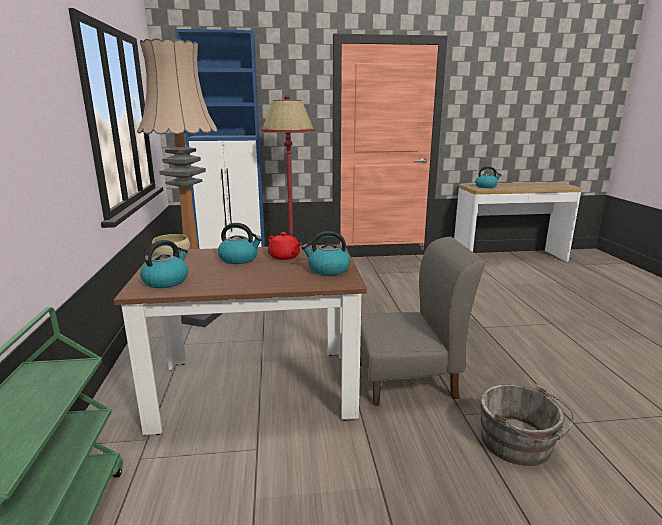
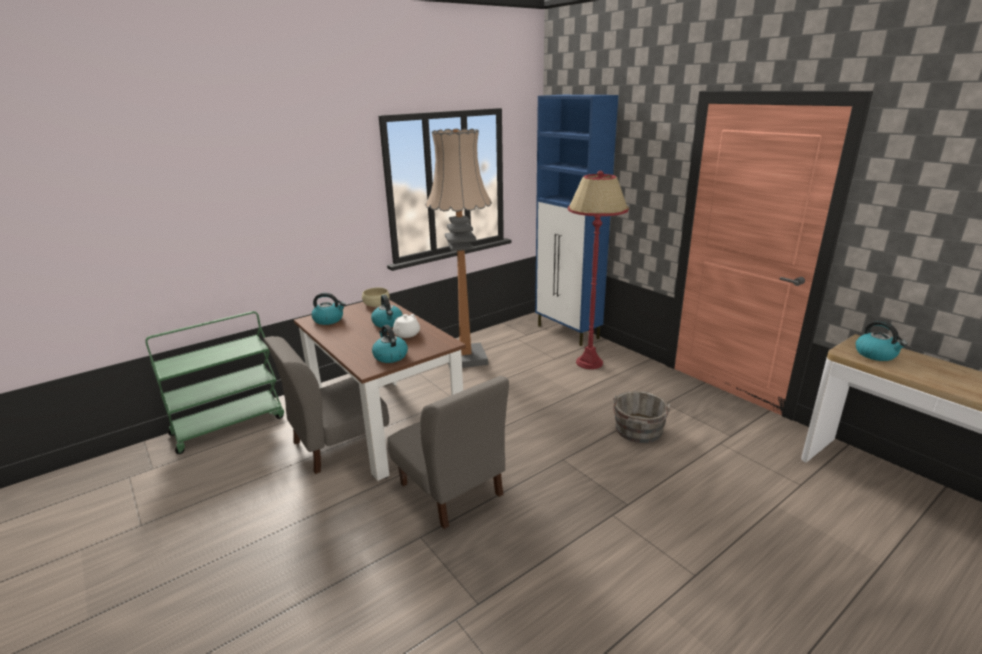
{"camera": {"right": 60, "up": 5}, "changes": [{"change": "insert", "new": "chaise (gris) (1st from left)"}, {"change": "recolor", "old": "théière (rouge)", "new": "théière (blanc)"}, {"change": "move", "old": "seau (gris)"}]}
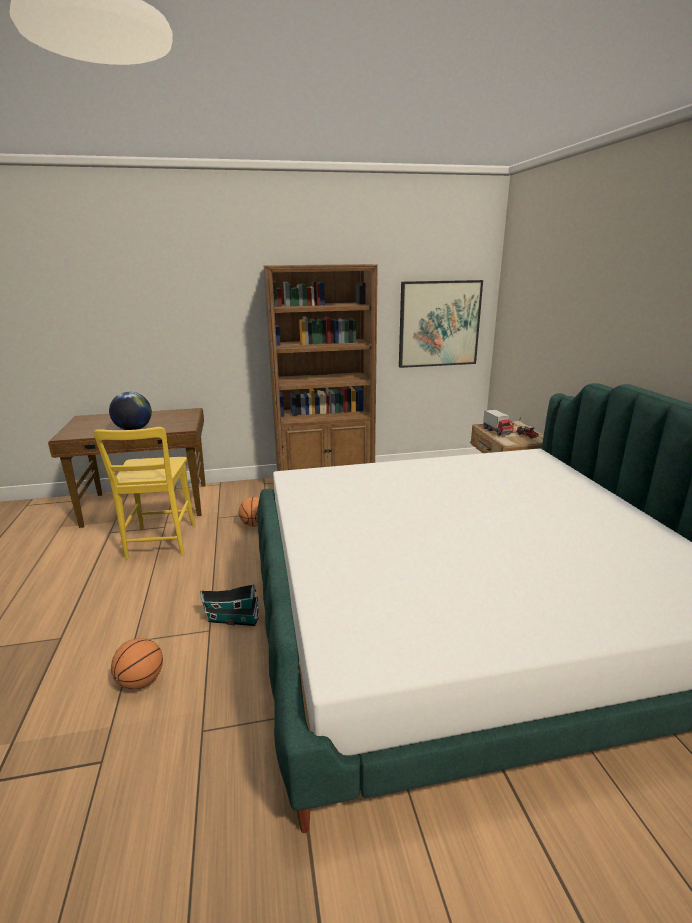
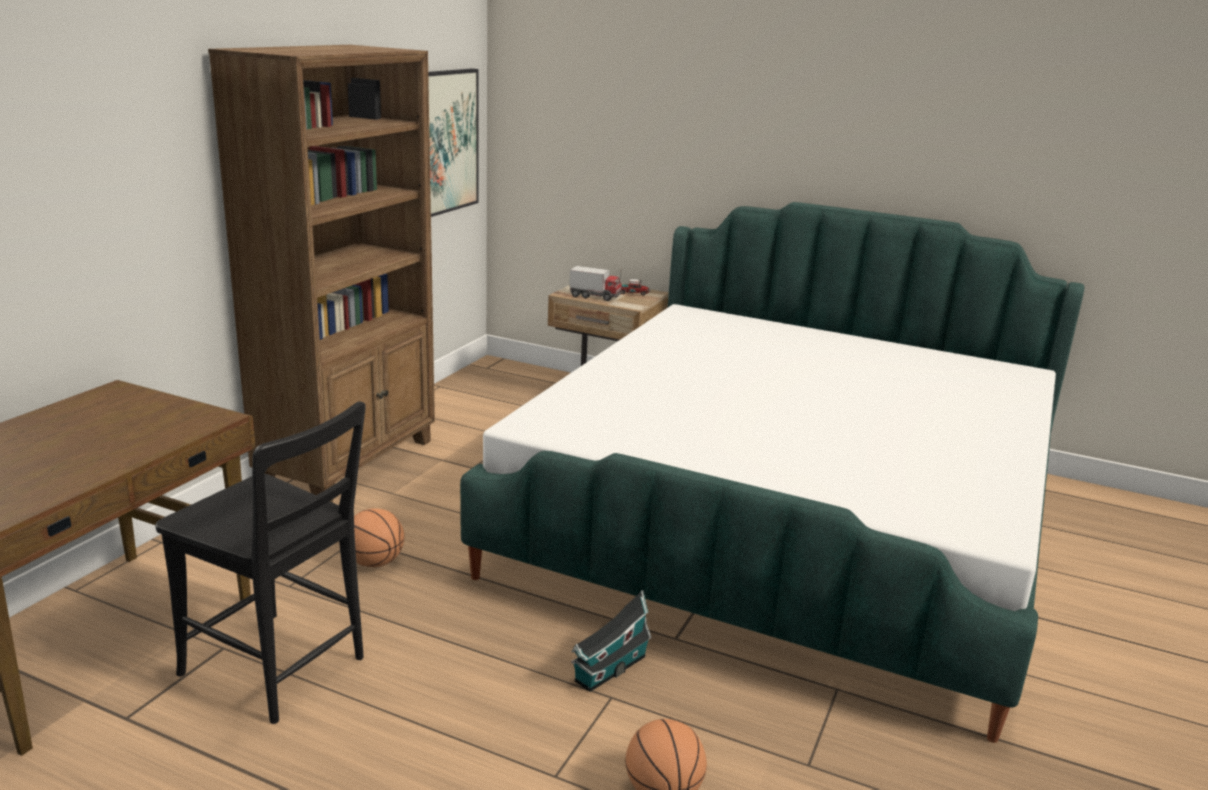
{"camera": {"right": -55, "up": 0}, "changes": [{"change": "recolor", "old": "chaise (jaune)", "new": "chaise (noir)"}, {"change": "delete", "old": "globe"}]}
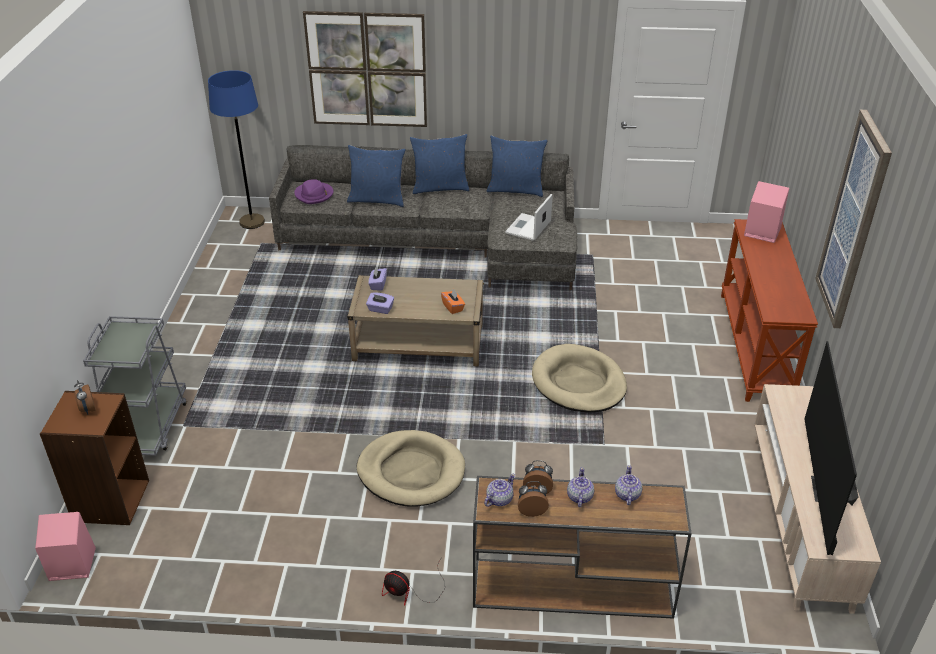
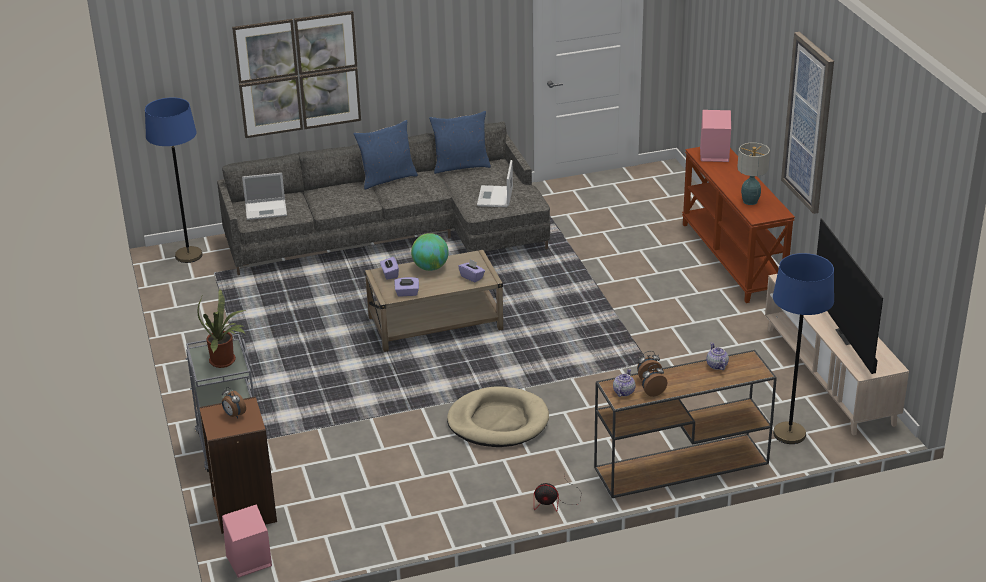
{"camera": {"right": -20, "up": -5}, "changes": [{"change": "insert", "new": "plante en pot"}, {"change": "replace", "old": "chapeau (violet)", "new": "ordinateur portable (1st from left)"}, {"change": "insert", "new": "globe"}, {"change": "recolor", "old": "boîte à mouchoirs (orange)", "new": "boîte à mouchoirs (violet) (3rd from left)"}, {"change": "insert", "new": "lampe de table"}, {"change": "insert", "new": "lampadaire (bleu) (2nd from left)"}, {"change": "delete", "old": "coussin (bleu) (1st from left)"}, {"change": "delete", "old": "panier pour chien (beige) (2nd from left)"}, {"change": "delete", "old": "théière (2nd from left)"}]}
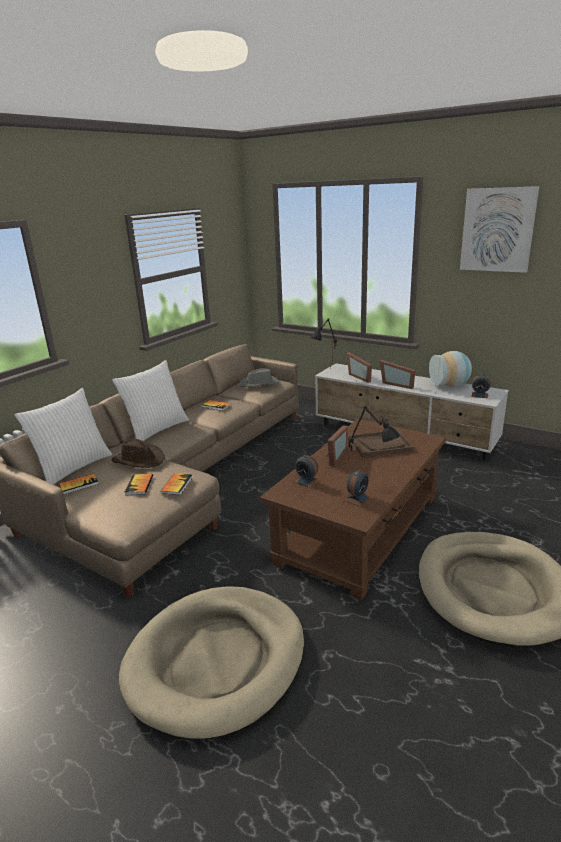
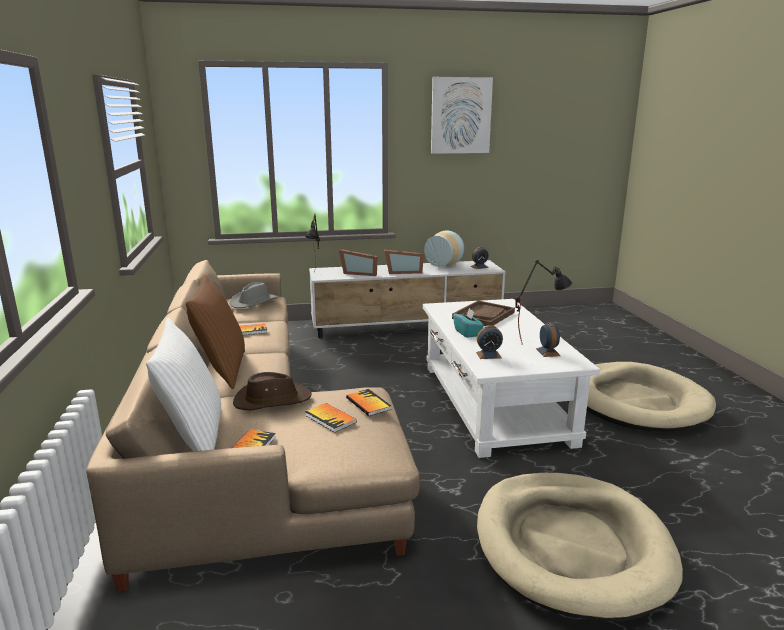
{"camera": {"right": -45, "up": -5}, "changes": [{"change": "recolor", "old": "coussin (blanc) (2nd from left)", "new": "coussin (marron)"}, {"change": "recolor", "old": "table basse (marron)", "new": "table basse (blanc)"}, {"change": "replace", "old": "cadre photo (1st from left)", "new": "boîte à mouchoirs (turquoise)"}]}
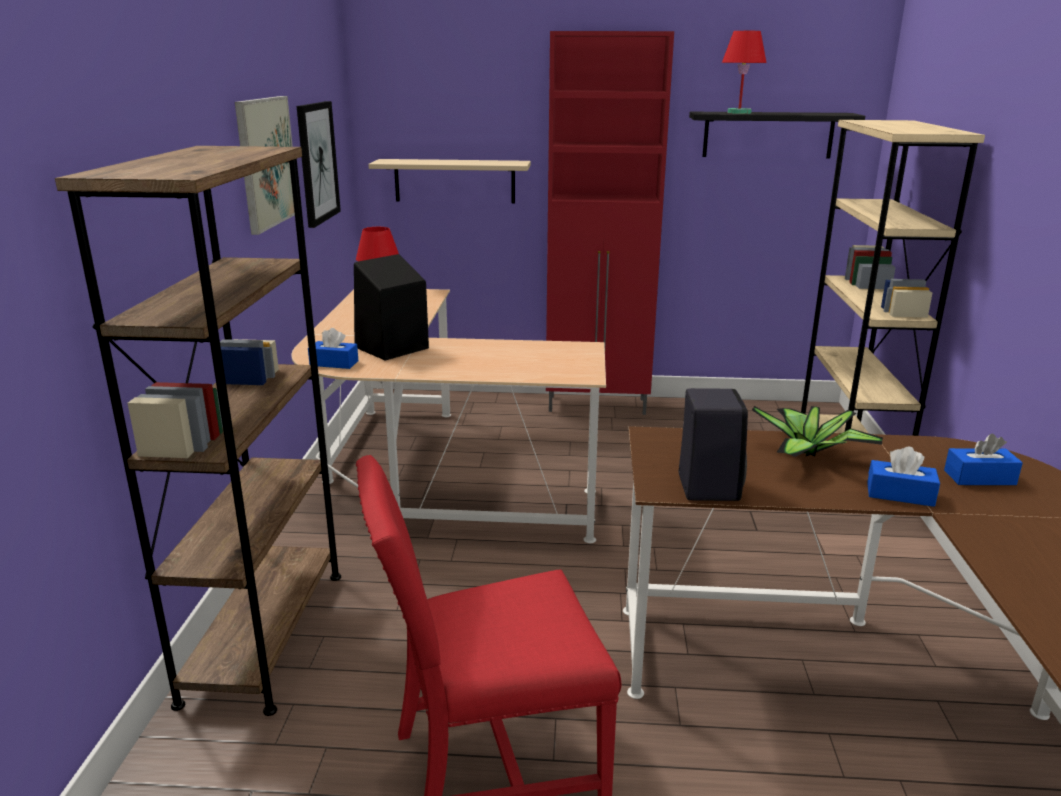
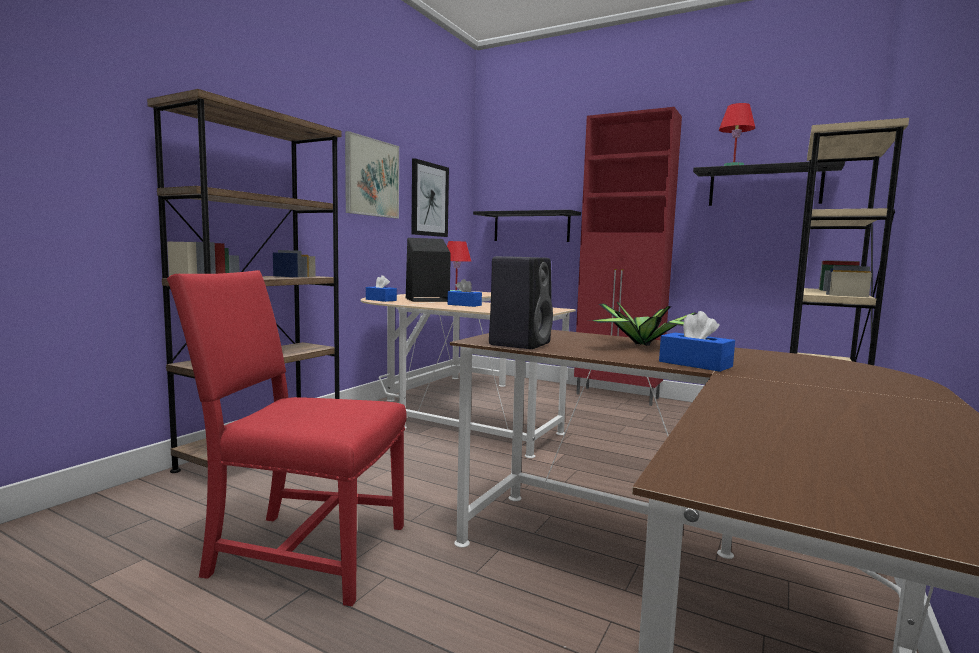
{"camera": {"right": 25, "up": -15}, "changes": [{"change": "move", "old": "boîte à mouchoirs (bleu) (3rd from left in the first image)", "new": "boîte à mouchoirs (bleu) (2nd from left)"}, {"change": "recolor", "old": "étagère (beige)", "new": "étagère (noir) (1st from left)"}]}
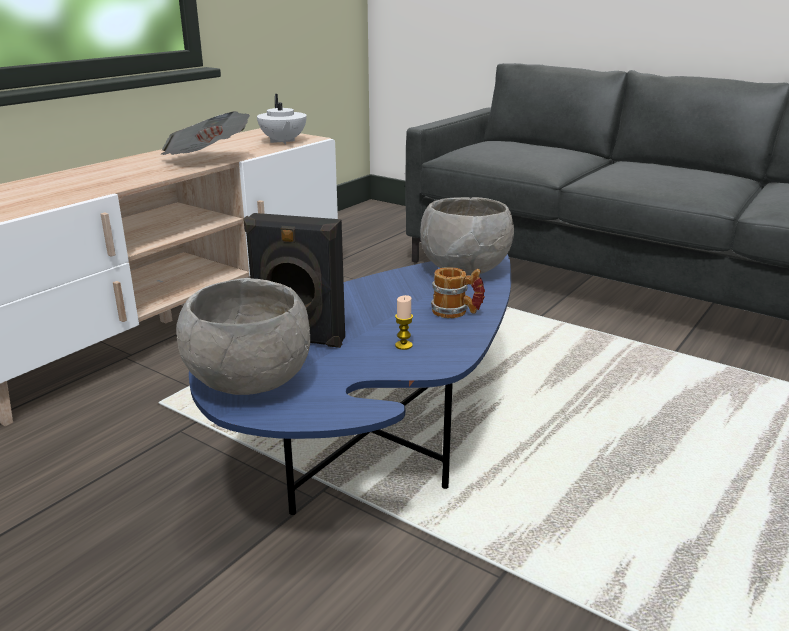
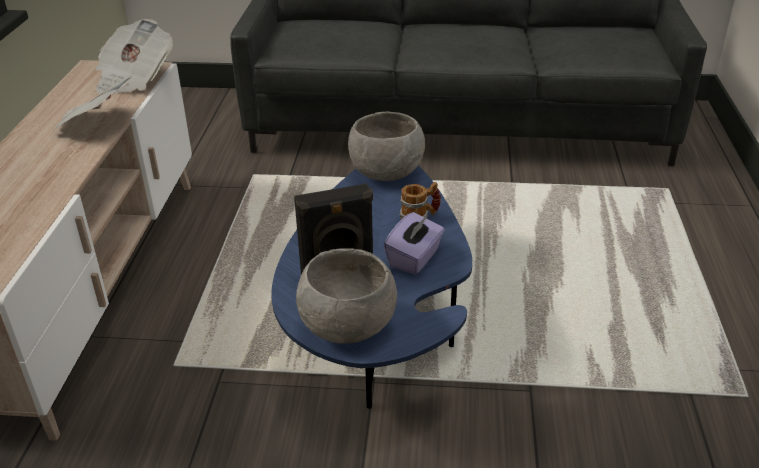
{"camera": {"right": -30, "up": 10}, "changes": [{"change": "replace", "old": "théière (blanc)", "new": "journal (2nd from left)"}, {"change": "replace", "old": "bougie", "new": "boîte à mouchoirs (violet)"}]}
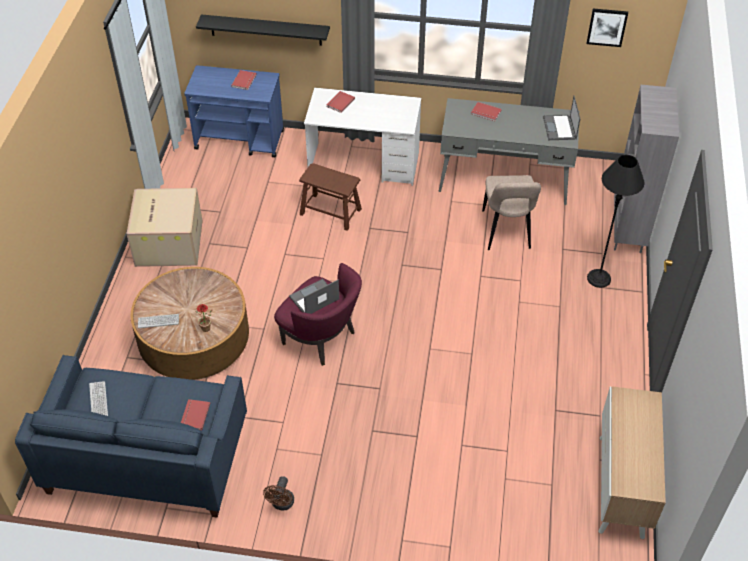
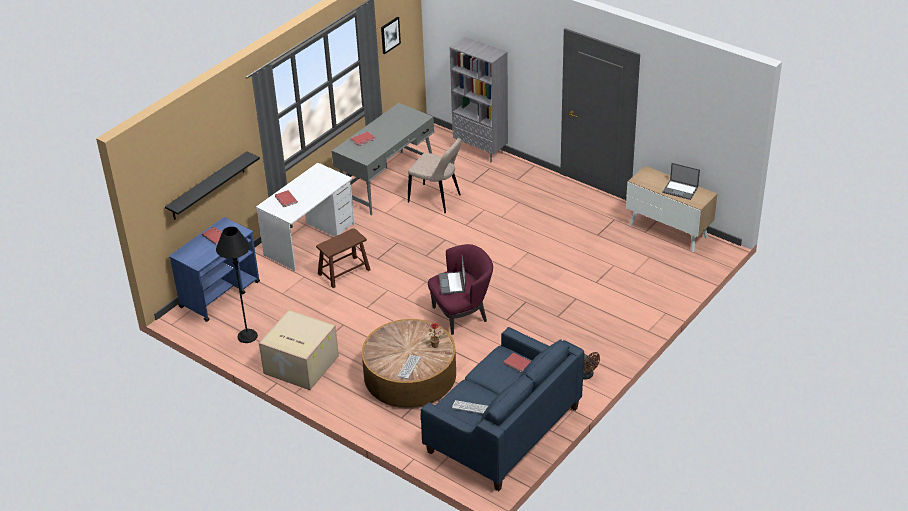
{"camera": {"right": -60, "up": -10}, "changes": [{"change": "move", "old": "lampadaire (noir)"}, {"change": "move", "old": "ordinateur portable (2nd from left)"}]}
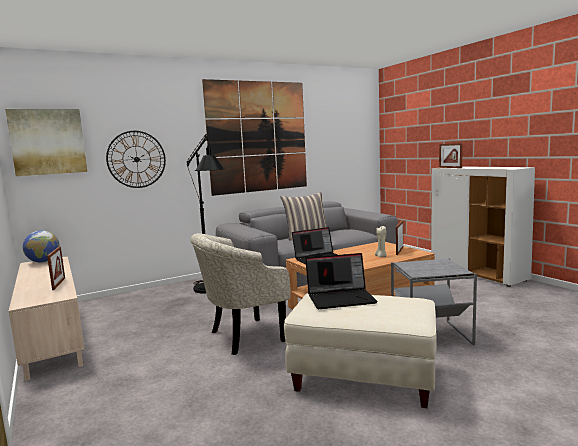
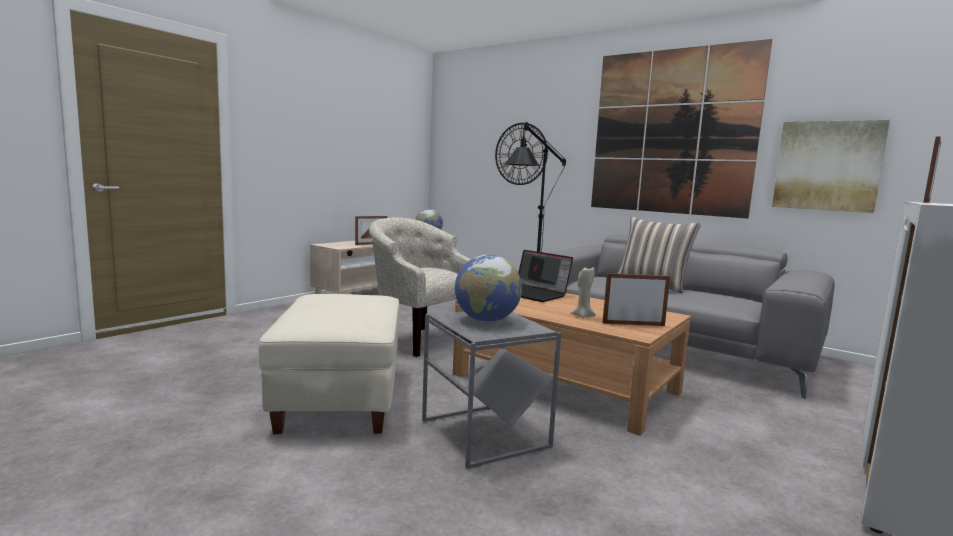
{"camera": {"right": 65, "up": 0}, "changes": [{"change": "insert", "new": "globe (2nd from left)"}, {"change": "move", "old": "tableau (1st from left in the first image)", "new": "tableau (2nd from left)"}, {"change": "delete", "old": "ordinateur portable (2nd from left)"}]}
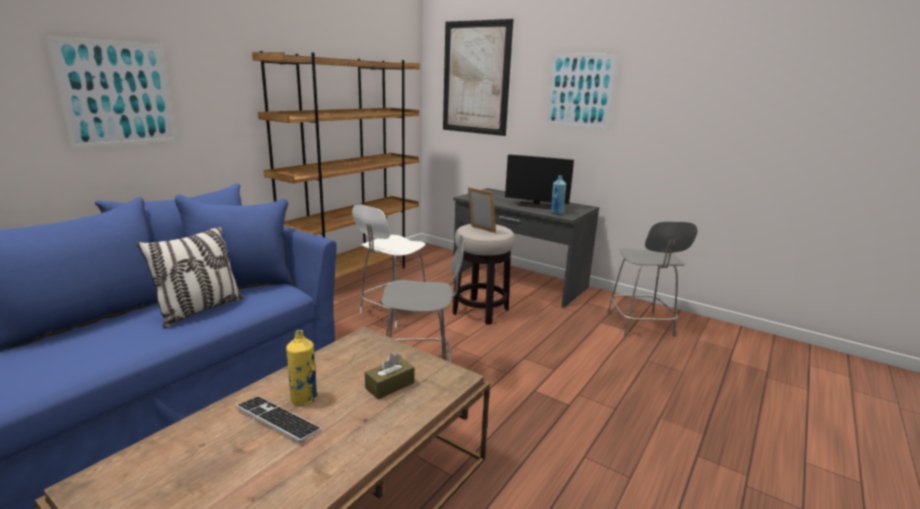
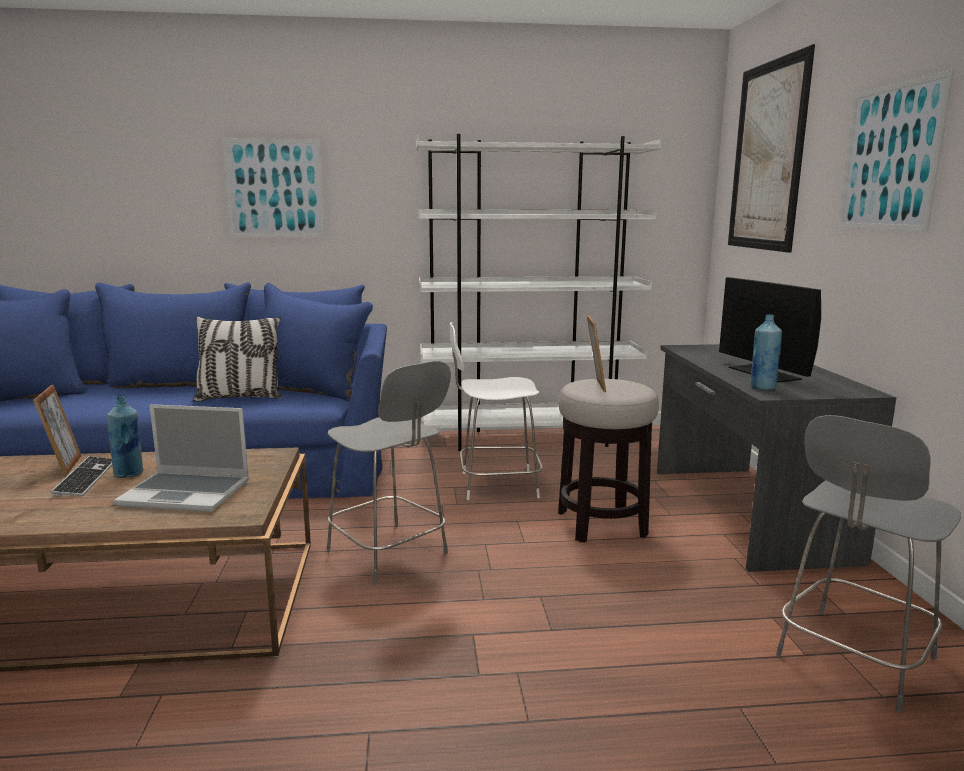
{"camera": {"right": 50, "up": -5}, "changes": [{"change": "insert", "new": "cadre photo (1st from left)"}, {"change": "recolor", "old": "bouteille (jaune)", "new": "bouteille (bleu) (1st from left)"}, {"change": "replace", "old": "boîte à mouchoirs (marron)", "new": "ordinateur portable"}, {"change": "recolor", "old": "bibliothèque (marron)", "new": "bibliothèque (blanc)"}]}
